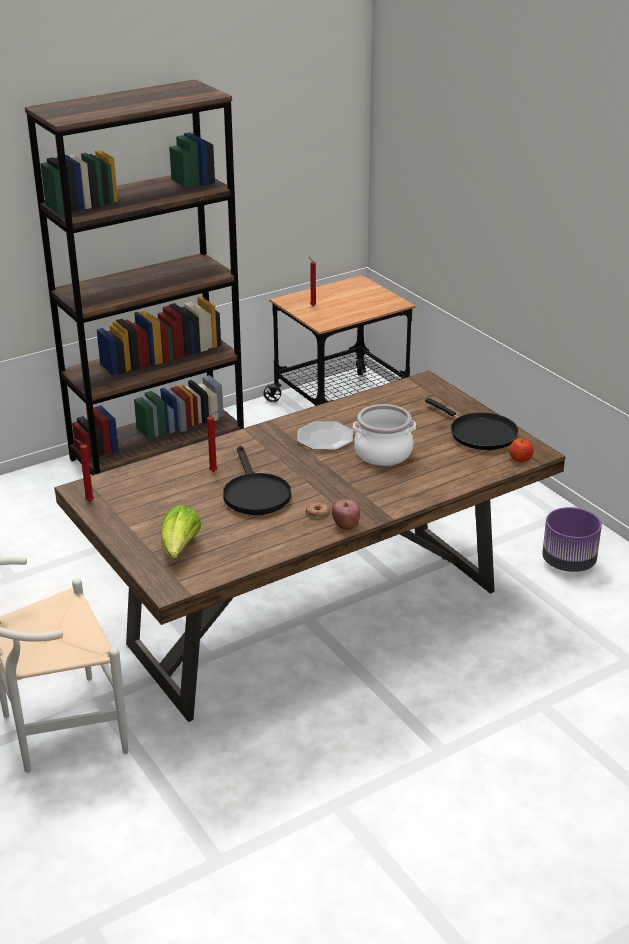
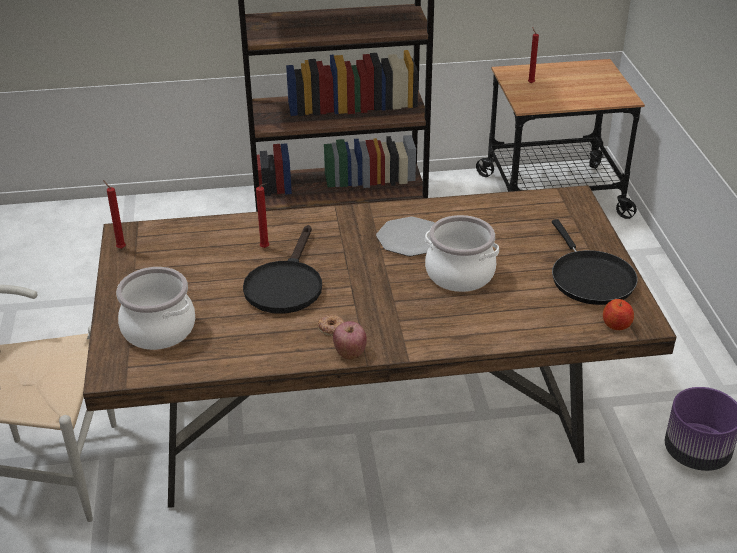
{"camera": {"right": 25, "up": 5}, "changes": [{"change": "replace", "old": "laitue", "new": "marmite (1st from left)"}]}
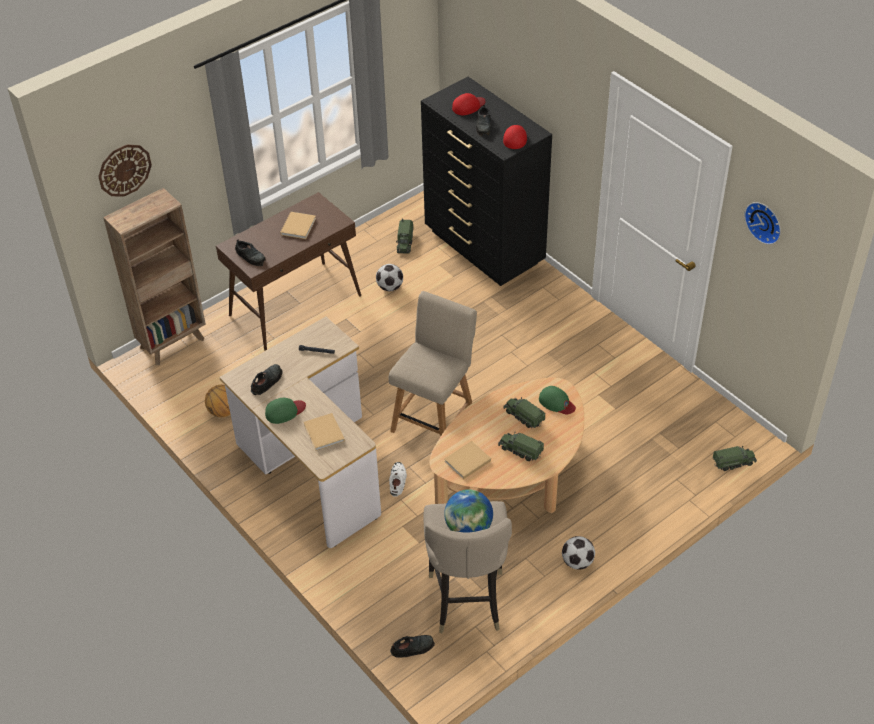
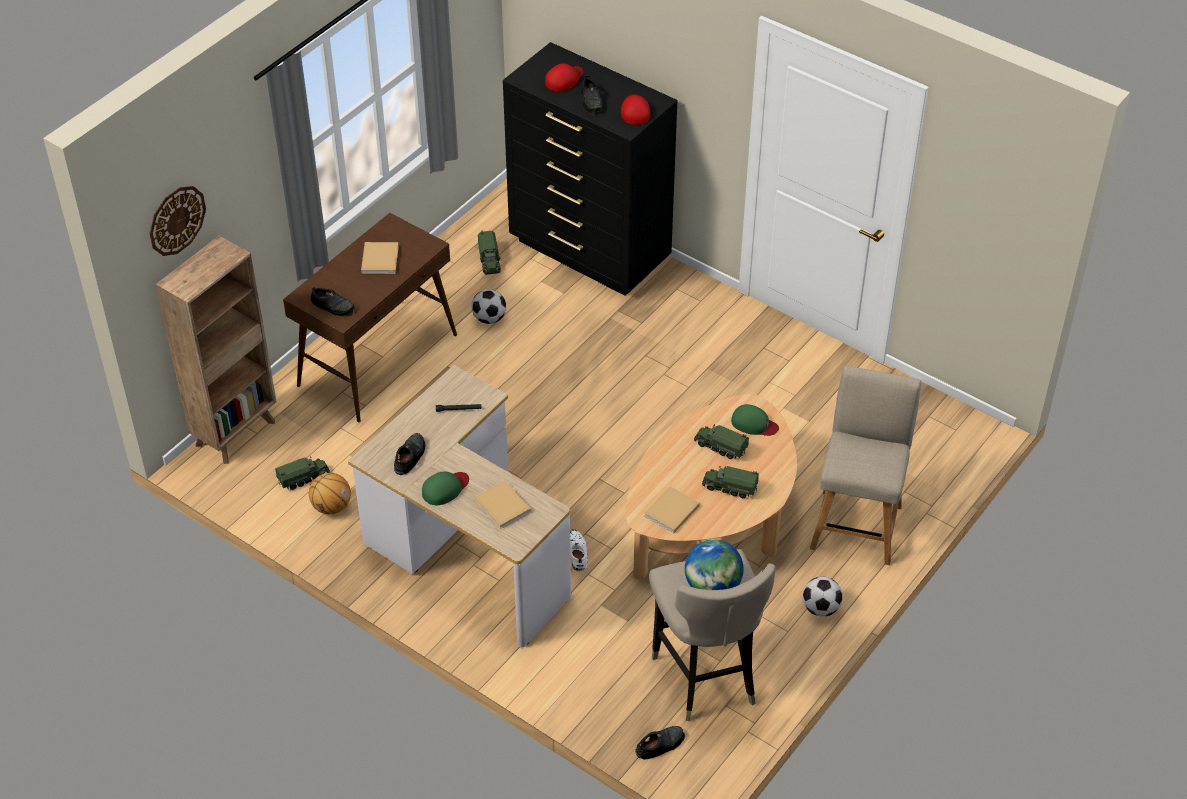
{"camera": {"right": -15, "up": 0}, "changes": [{"change": "move", "old": "camion jouet (4th from left in the first image)", "new": "camion jouet (1st from left)"}, {"change": "move", "old": "chaise (beige)"}, {"change": "delete", "old": "horloge murale (2nd from left)"}]}
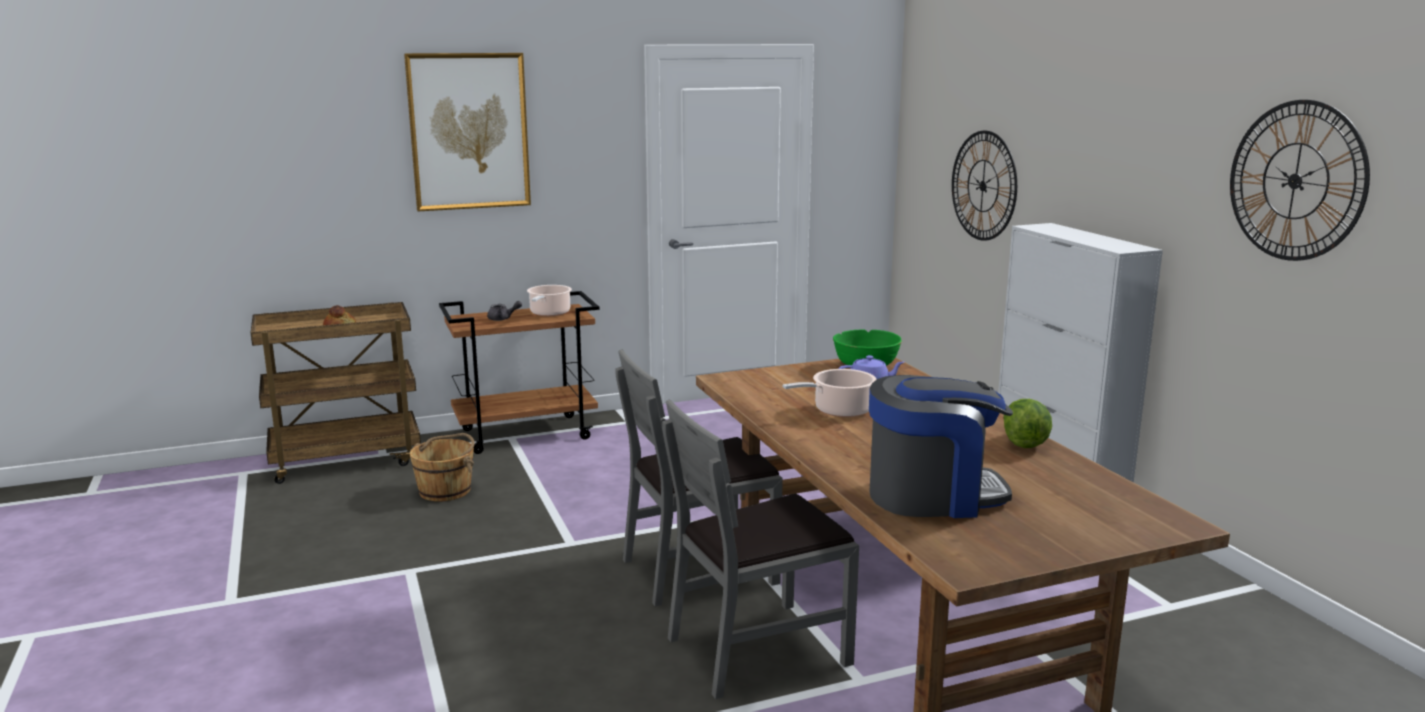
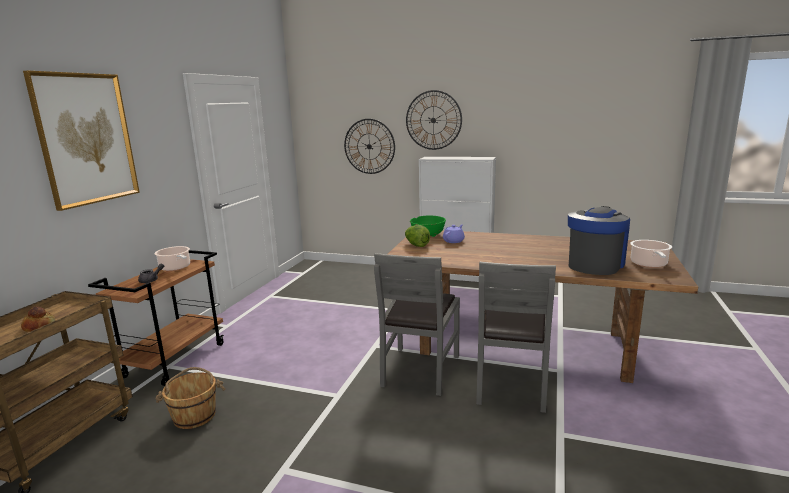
{"camera": {"right": -50, "up": 0}, "changes": [{"change": "move", "old": "laitue"}, {"change": "move", "old": "horloge murale (2nd from left)"}, {"change": "move", "old": "marmite (2nd from left)"}]}
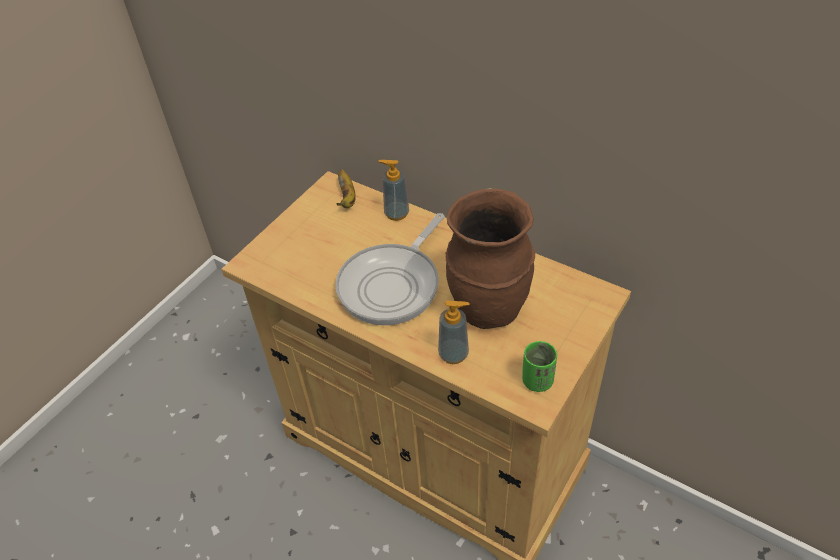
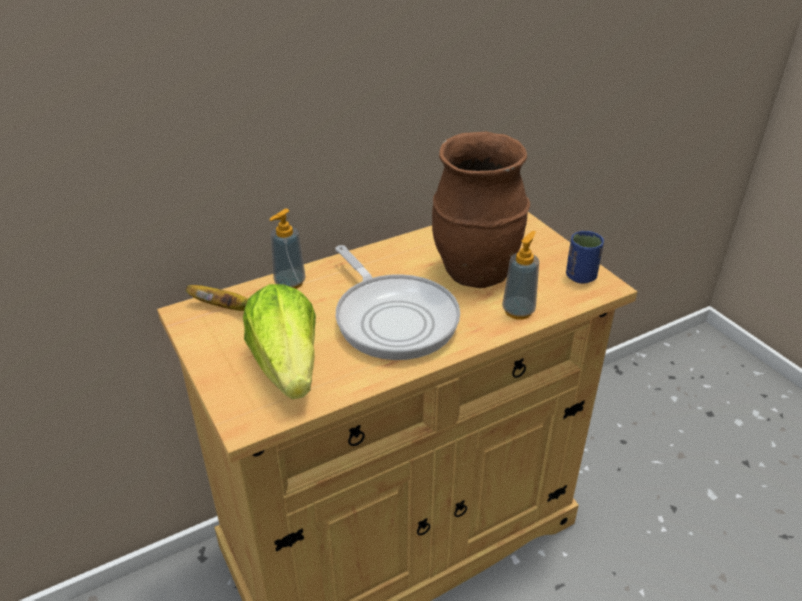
{"camera": {"right": -65, "up": -10}, "changes": [{"change": "insert", "new": "laitue"}, {"change": "recolor", "old": "tasse (vert)", "new": "tasse (bleu)"}]}
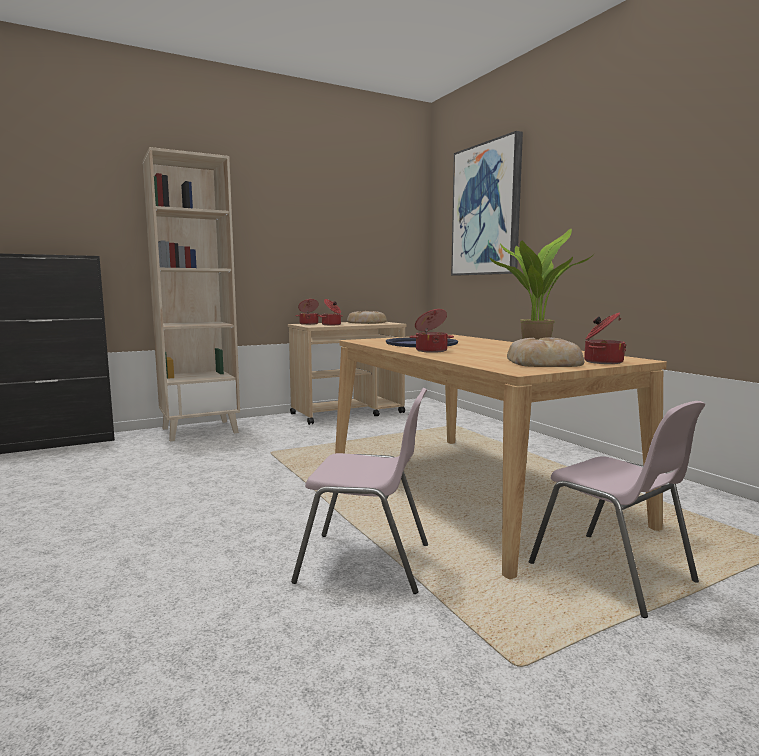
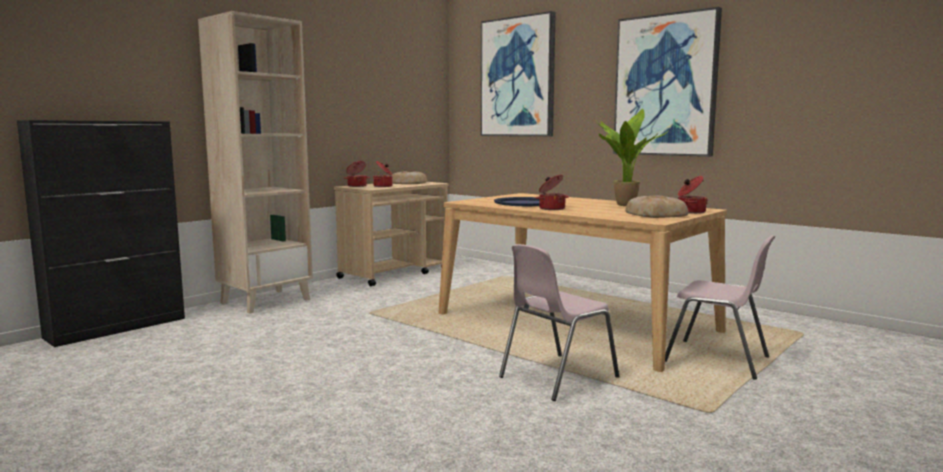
{"camera": {"right": -20, "up": 0}, "changes": [{"change": "rotate", "old": "chaise (rose) (1st from left)", "degrees": 150}, {"change": "insert", "new": "tableau (2nd from left)"}]}
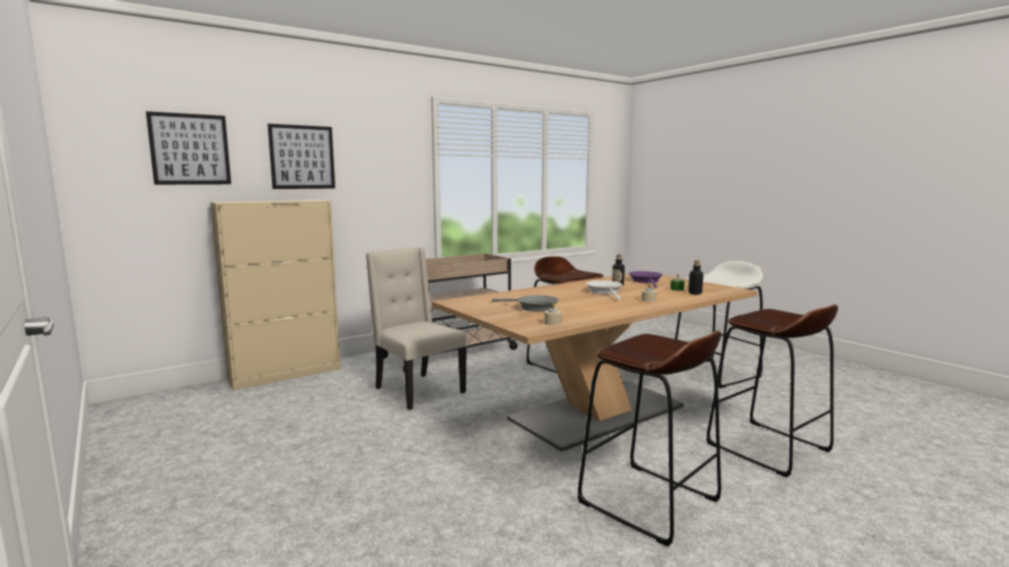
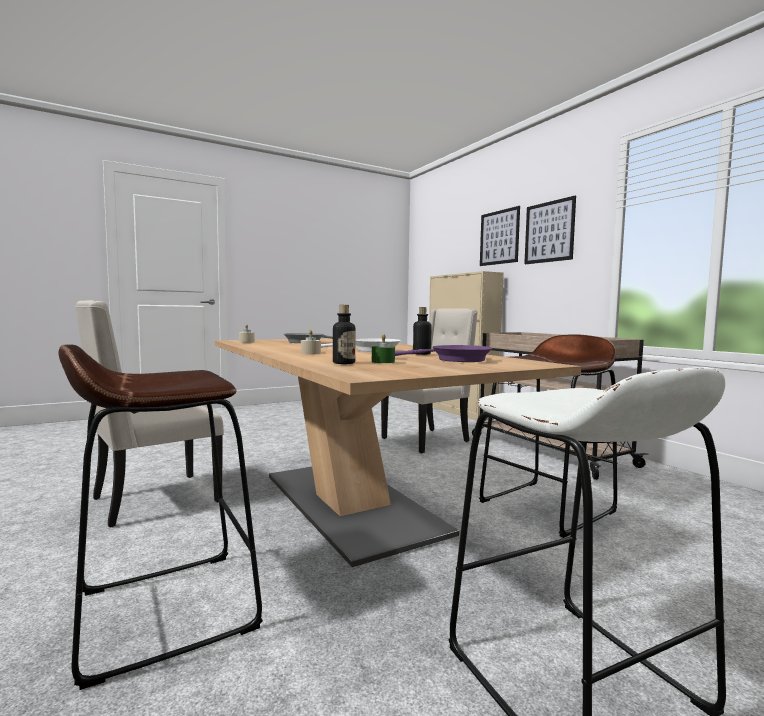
{"camera": {"right": 95, "up": -5}, "changes": [{"change": "replace", "old": "tabouret (marron) (2nd from left)", "new": "chaise (beige) (1st from left)"}, {"change": "move", "old": "tableau (1st from left in the first image)", "new": "tableau (2nd from left)"}]}
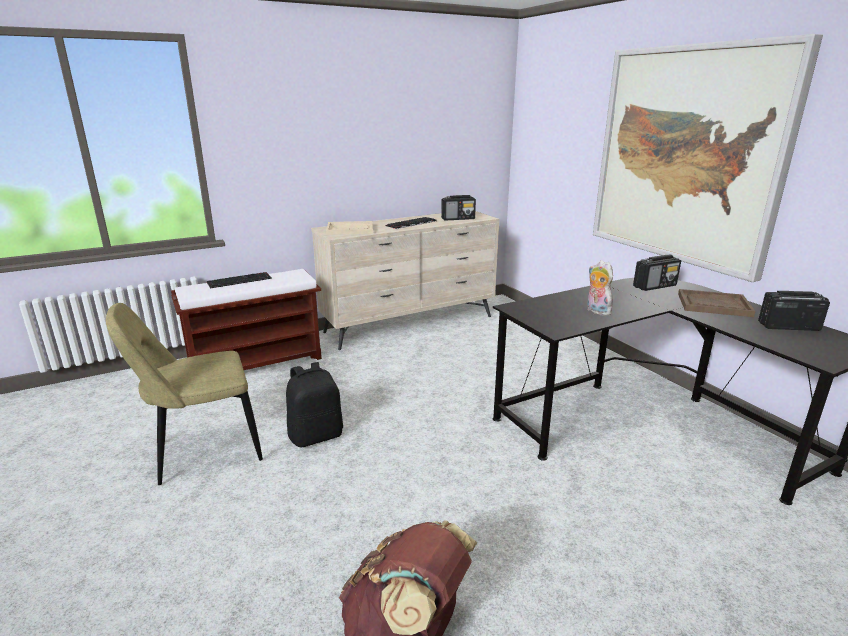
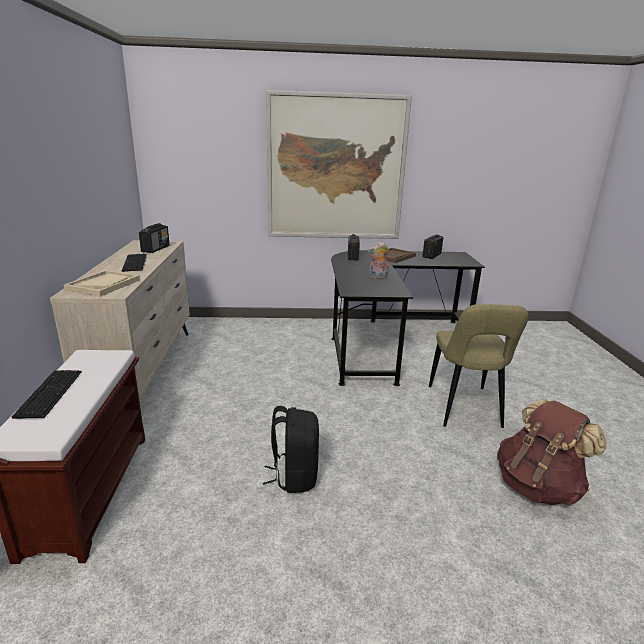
{"camera": {"right": -65, "up": 0}, "changes": [{"change": "move", "old": "chaise (beige)"}]}
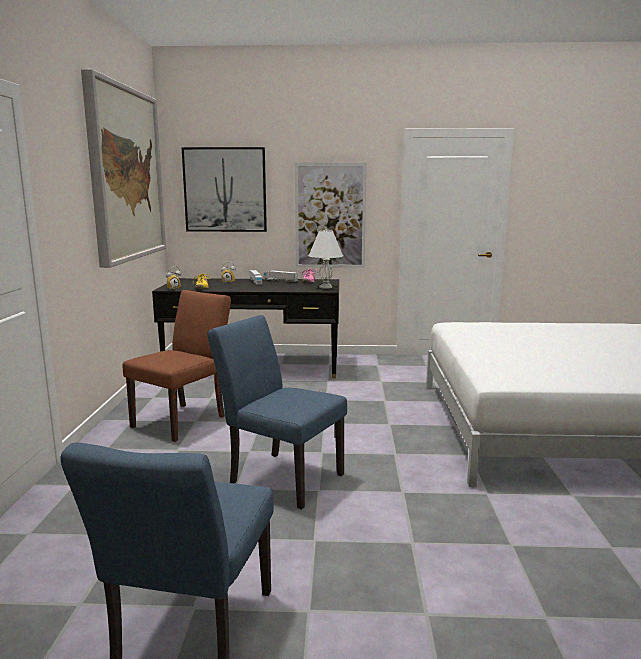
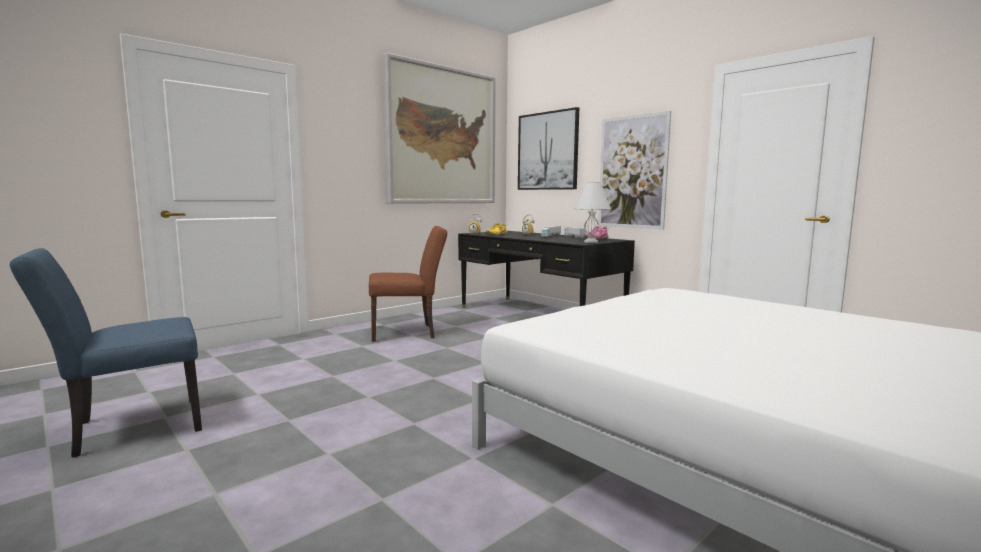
{"camera": {"right": 45, "up": -5}, "changes": [{"change": "delete", "old": "chaise (bleu) (2nd from left)"}]}
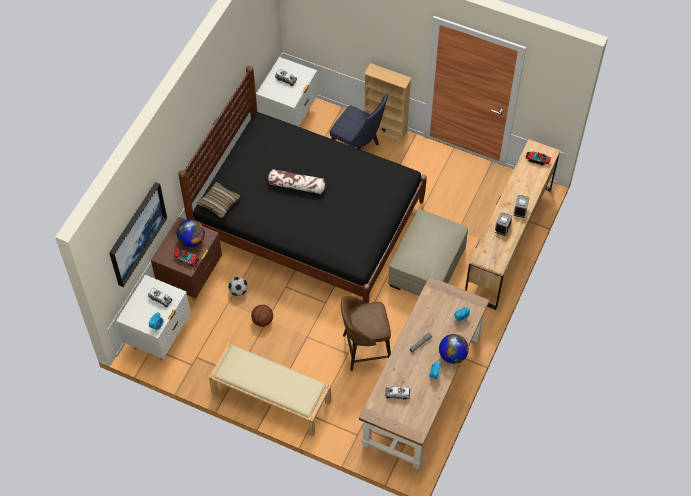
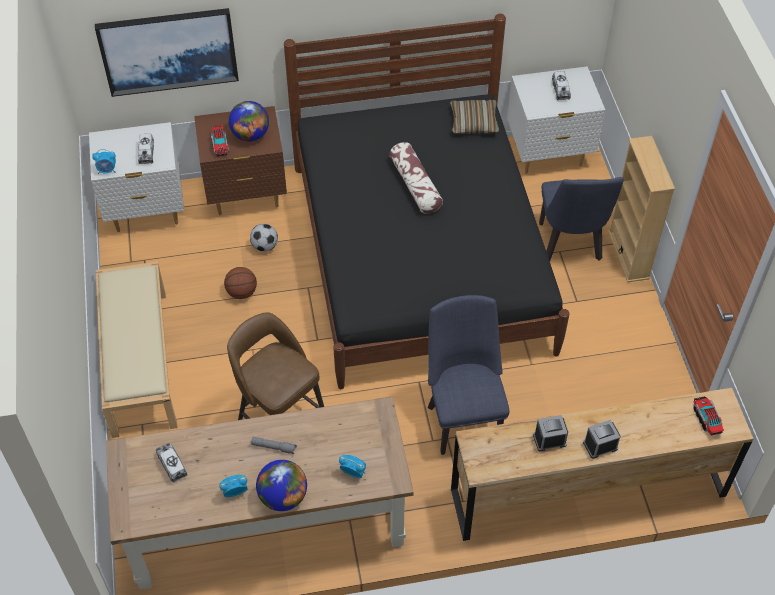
{"camera": {"right": 55, "up": -5}, "changes": [{"change": "replace", "old": "pouf (beige)", "new": "chaise (bleu) (1st from left)"}, {"change": "move", "old": "coussin (1st from left in the first image)", "new": "coussin (2nd from left)"}]}
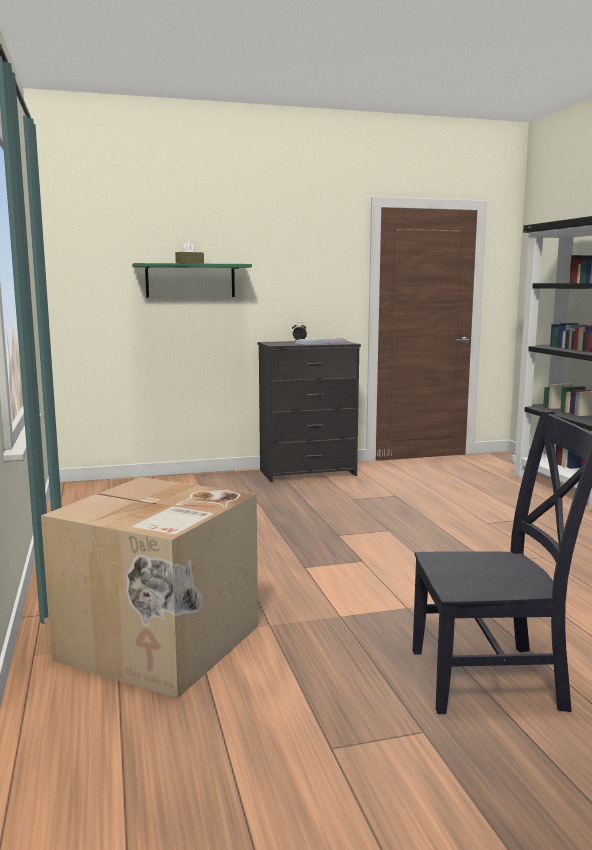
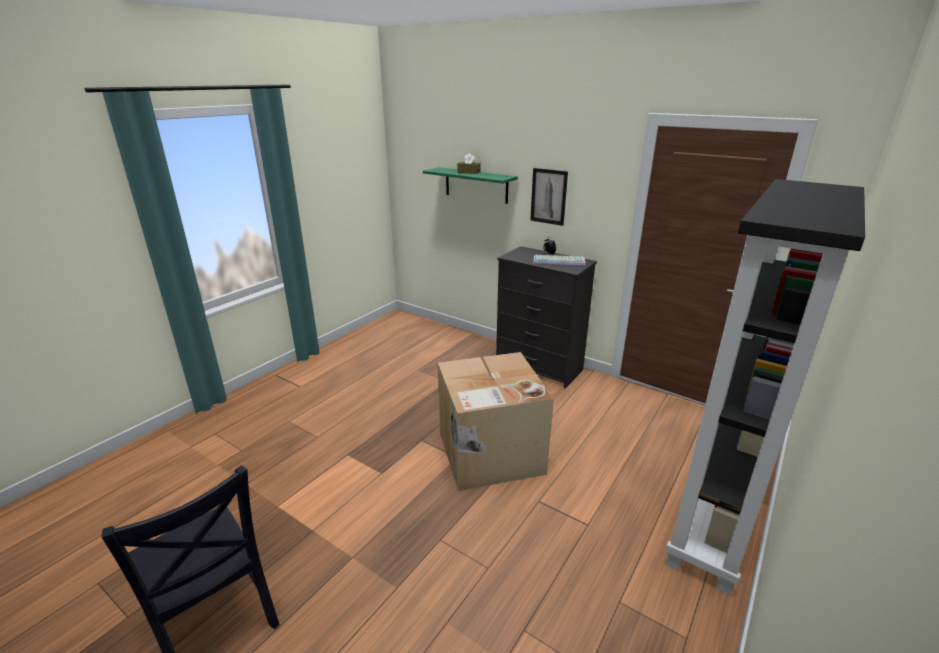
{"camera": {"right": 50, "up": 15}, "changes": [{"change": "move", "old": "carton"}, {"change": "insert", "new": "tableau"}]}
